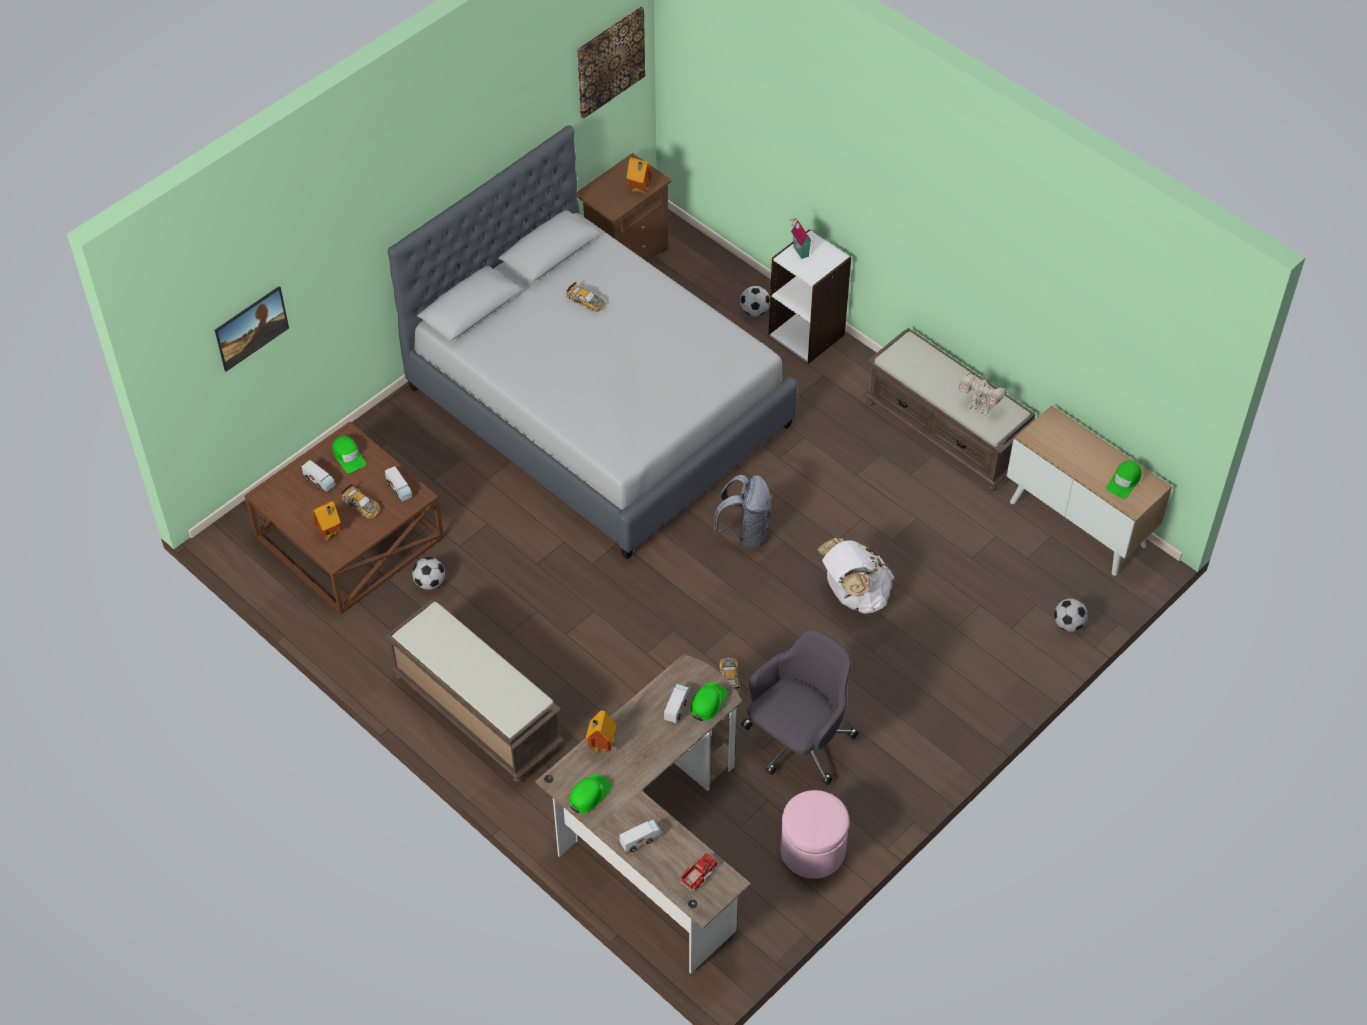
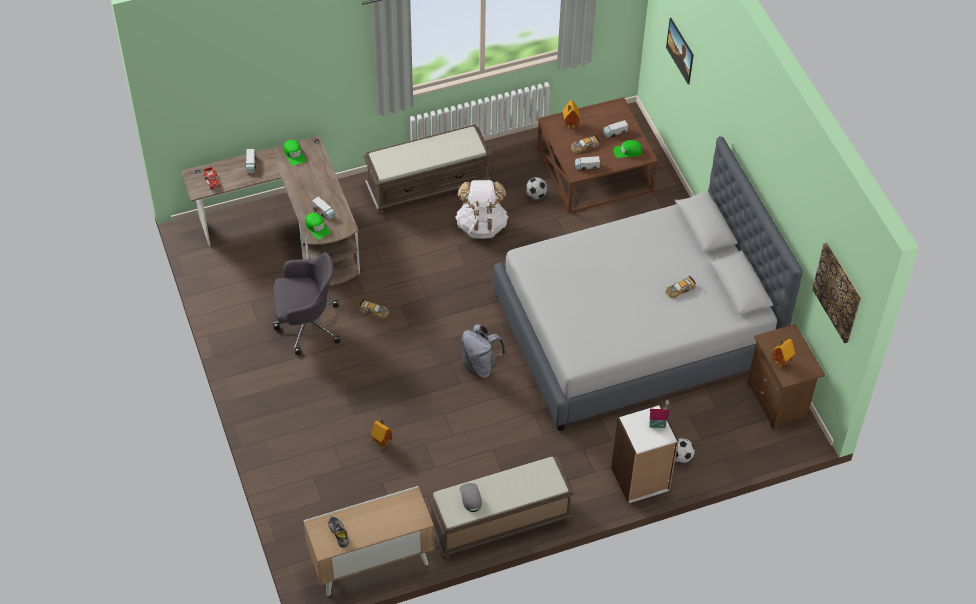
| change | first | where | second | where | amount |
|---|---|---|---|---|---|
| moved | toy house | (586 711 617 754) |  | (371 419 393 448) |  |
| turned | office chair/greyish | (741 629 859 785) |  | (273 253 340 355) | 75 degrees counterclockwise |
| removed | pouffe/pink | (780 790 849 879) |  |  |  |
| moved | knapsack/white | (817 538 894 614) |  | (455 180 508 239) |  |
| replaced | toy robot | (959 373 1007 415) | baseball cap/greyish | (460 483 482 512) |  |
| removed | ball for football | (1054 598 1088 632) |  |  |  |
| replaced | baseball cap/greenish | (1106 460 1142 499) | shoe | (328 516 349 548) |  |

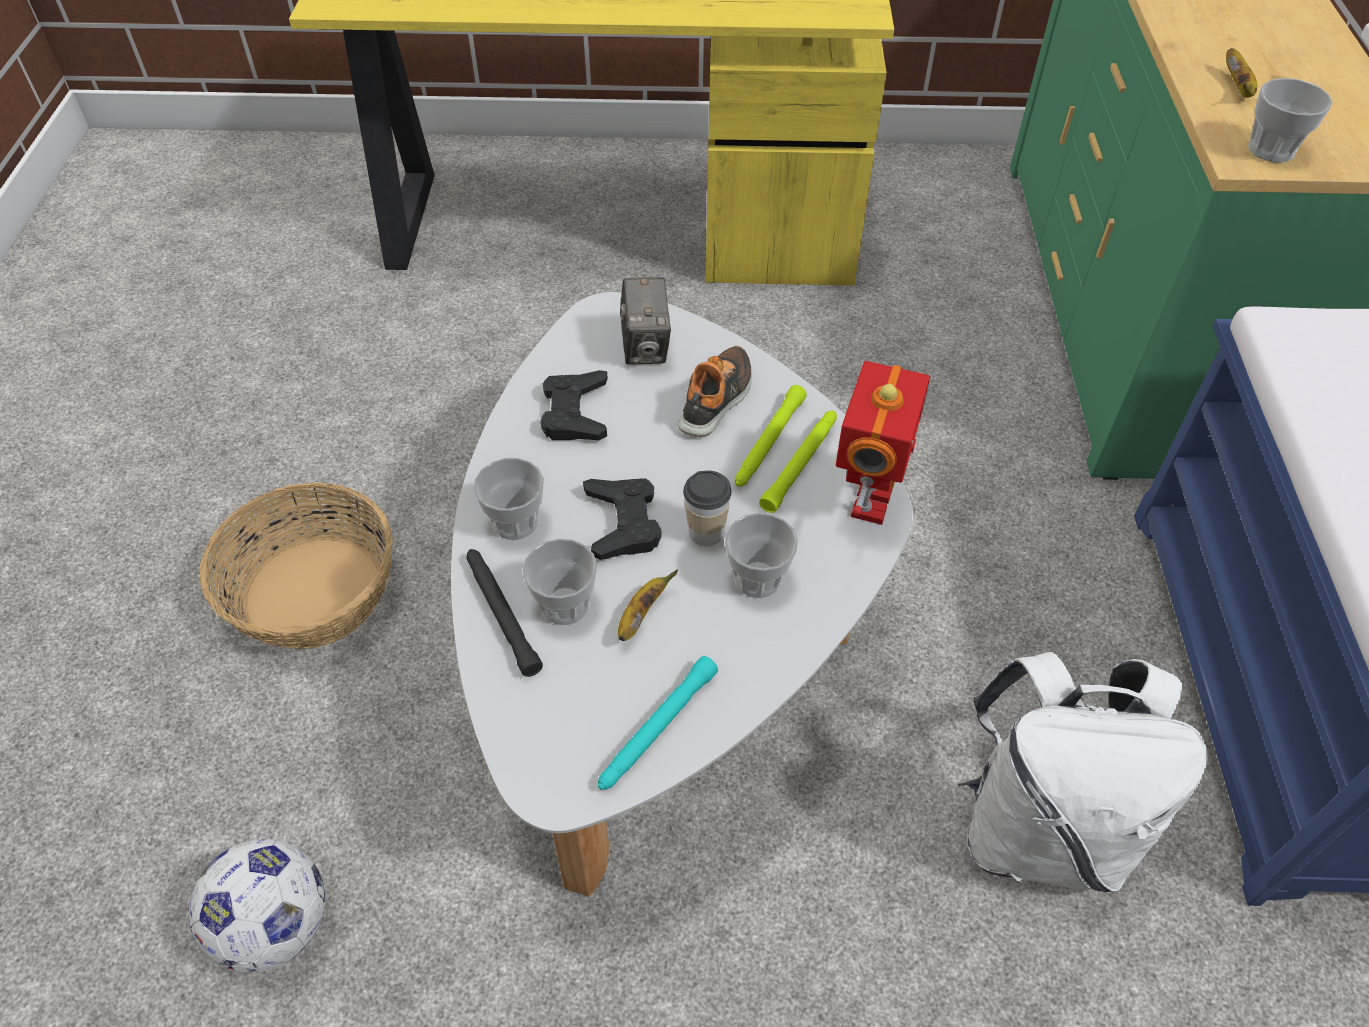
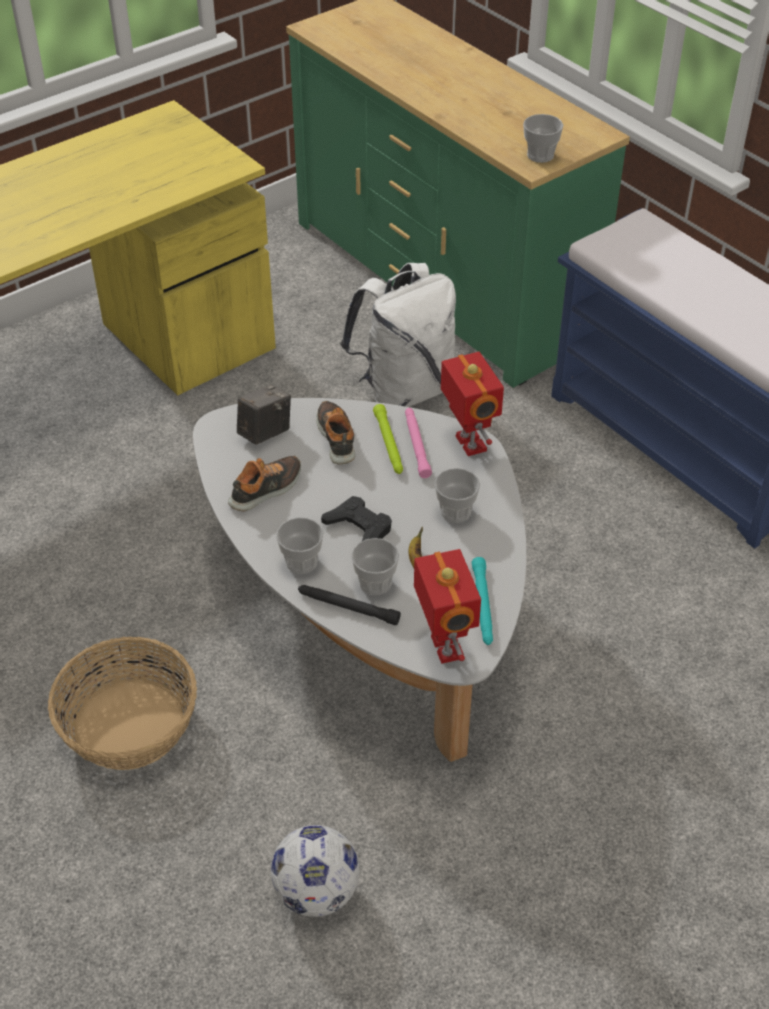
| change | first | where | second | where | amount |
|---|---|---|---|---|---|
| replaced | game controller/blackish | (540 370 608 440) | shoe | (228 456 301 511) |  |
| turned | photo camera | (620 277 671 365) |  | (237 384 291 445) | 90 degrees counterclockwise |
| removed | drinking cup | (683 471 732 546) |  |  |  |
| recoloured | hand torch/greenish | (759 411 837 513) | hand torch/pink | (405 408 432 478) |  |
| moved | knapsack/white | (958 652 1208 892) |  | (340 263 456 407) |  |
| removed | banana | (1226 48 1257 98) |  |  |  |
| added |  |  | toy robot | (414 549 481 664) |  |

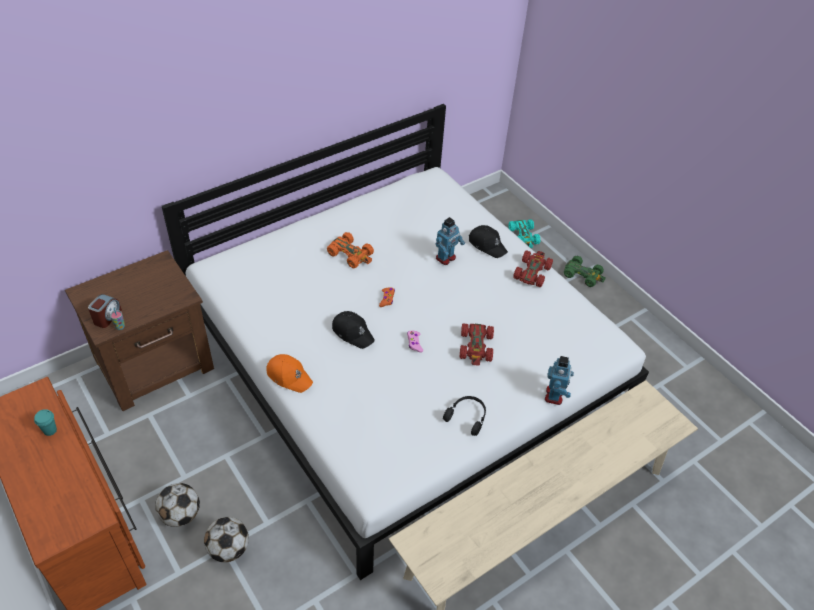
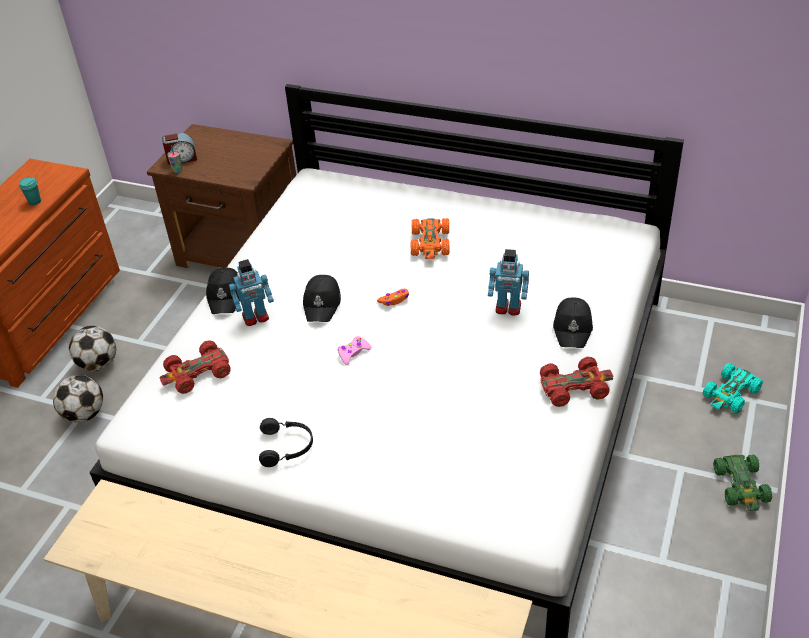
| change | first | where | second | where | amount |
|---|---|---|---|---|---|
| recoloured | baseball cap/orangey | (266 354 313 393) | baseball cap/blackish | (206 268 240 314) |  |
| moved | miniature car/red | (460 323 494 366) |  | (159 340 231 394) |  |
| moved | toy robot | (545 356 574 405) |  | (229 259 274 326) |  |

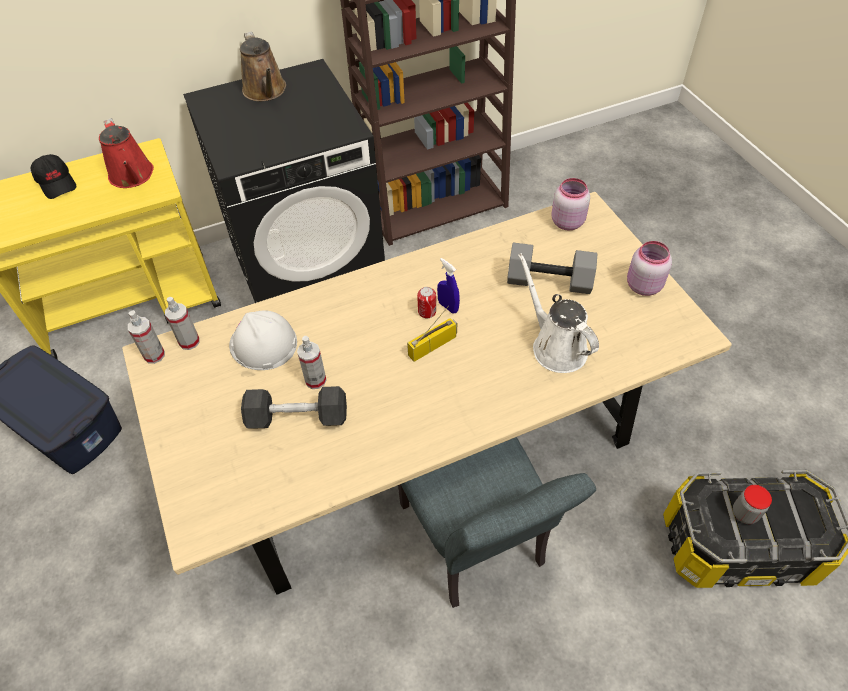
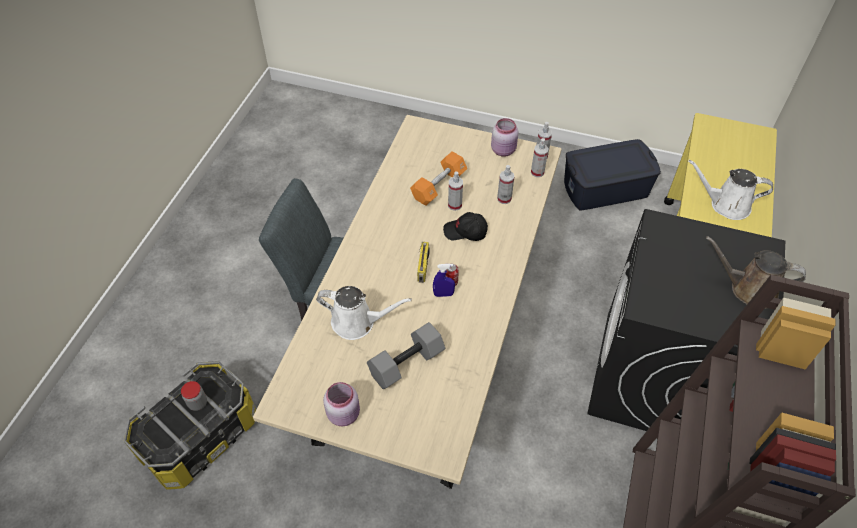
| change | first | where | second | where | amount |
|---|---|---|---|---|---|
| moved | baseball cap/blackish | (31 154 76 199) |  | (443 212 488 241) |  |
| recoloured | sprinkling can/red | (99 118 154 188) | sprinkling can/white | (688 159 773 220) |  |
| replaced | safety helmet/white | (229 310 297 370) | hand sprayer | (497 165 515 204) |  |
| recoloured | dumbbell/blackish | (241 386 347 429) | dumbbell/orangey | (410 151 467 206) |  |
| moved | preserve jar/pink | (551 178 590 230) |  | (491 118 519 157) |  |

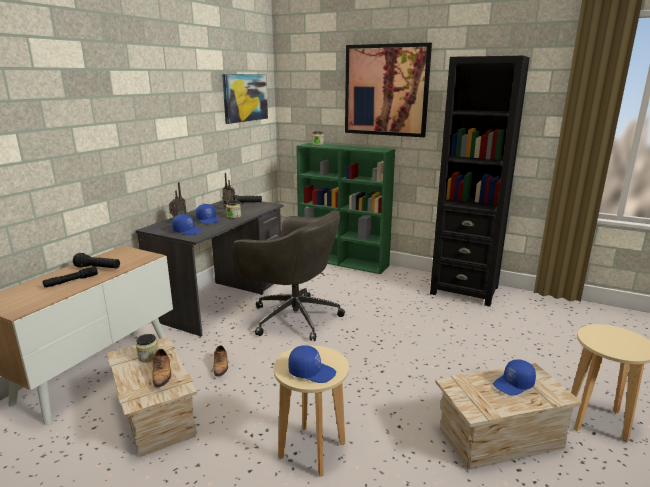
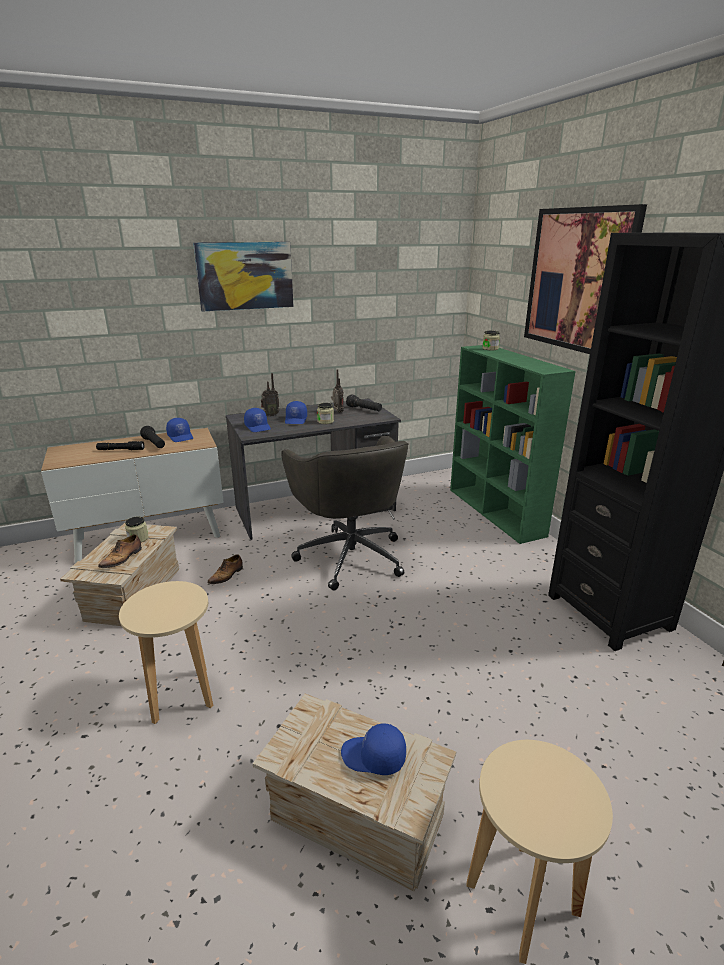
| change | first | where | second | where | amount |
|---|---|---|---|---|---|
| moved | wall picture | (222 74 268 124) |  | (193 242 294 312) |  |
| moved | baseball cap/blue | (288 345 336 383) |  | (166 418 193 442) |  |

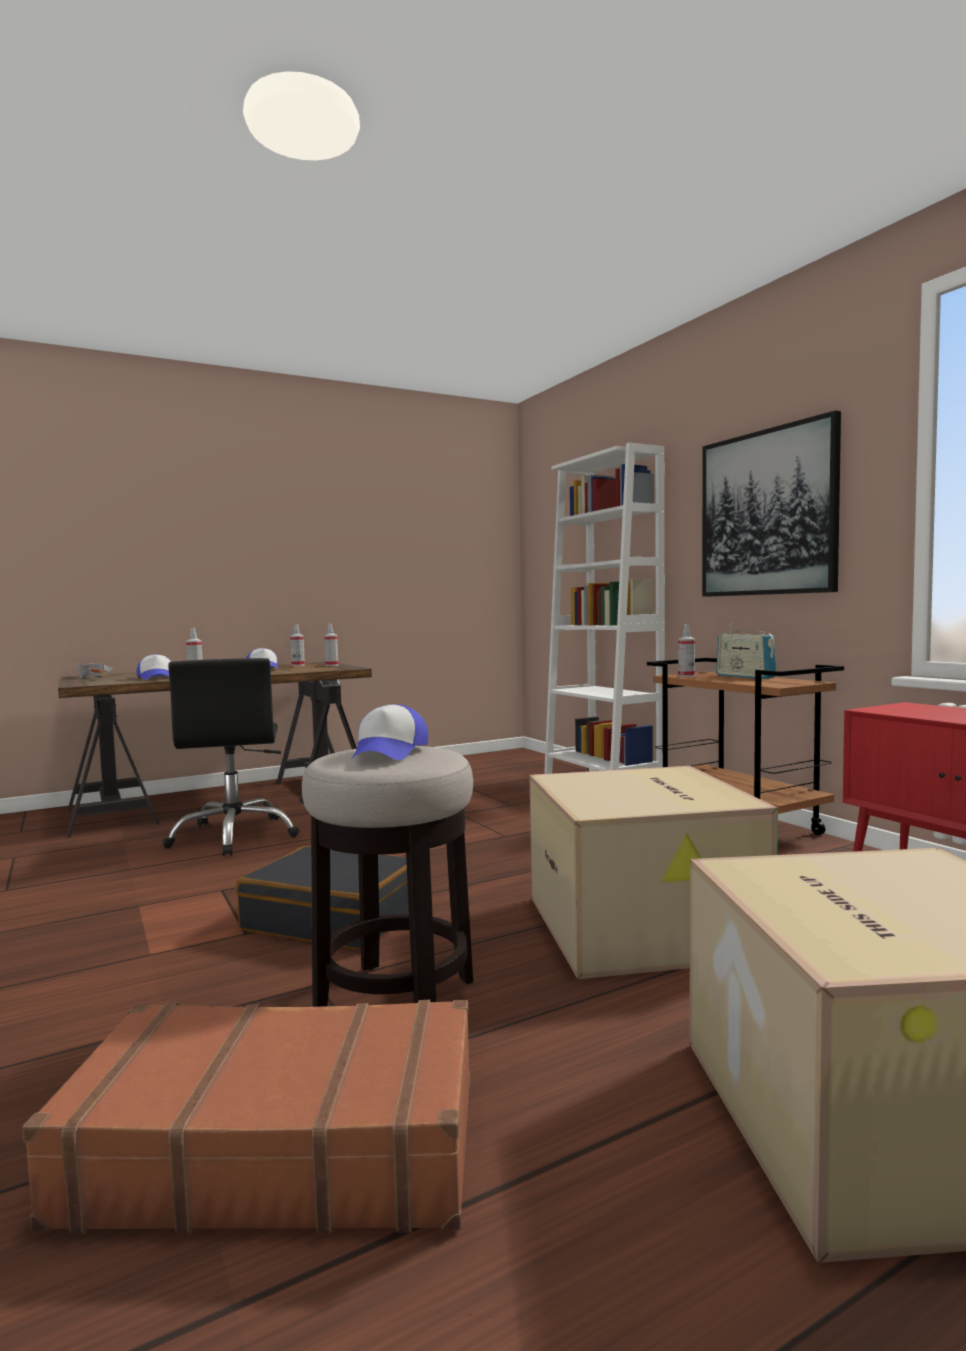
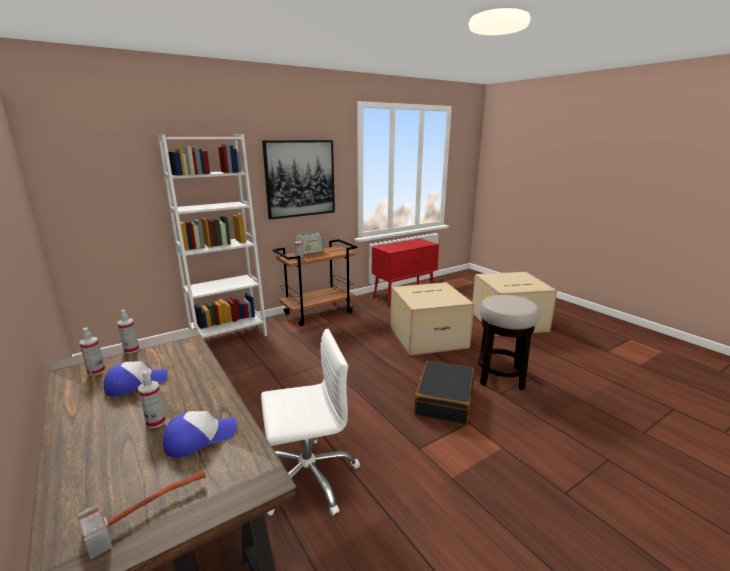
| change | first | where | second | where | amount |
|---|---|---|---|---|---|
| removed | suitcase/brown-coloured | (22 1000 470 1234) |  |  |  |
| recoloured | office chair/blackish | (162 658 300 856) | office chair/white | (261 329 360 516) |  |
| removed | baseball cap | (351 704 428 760) |  |  |  |

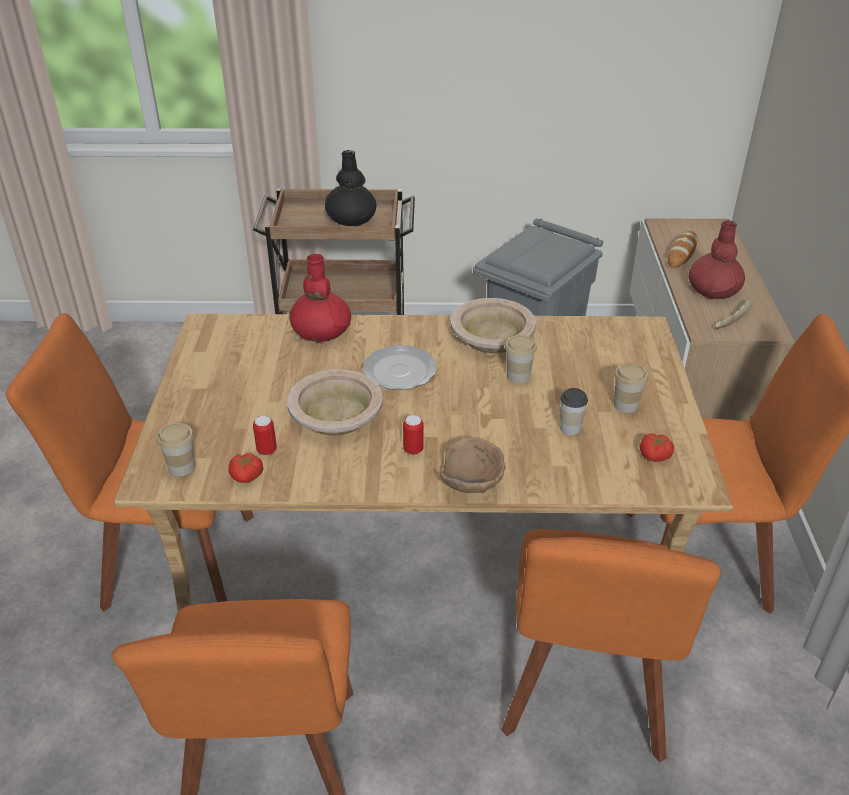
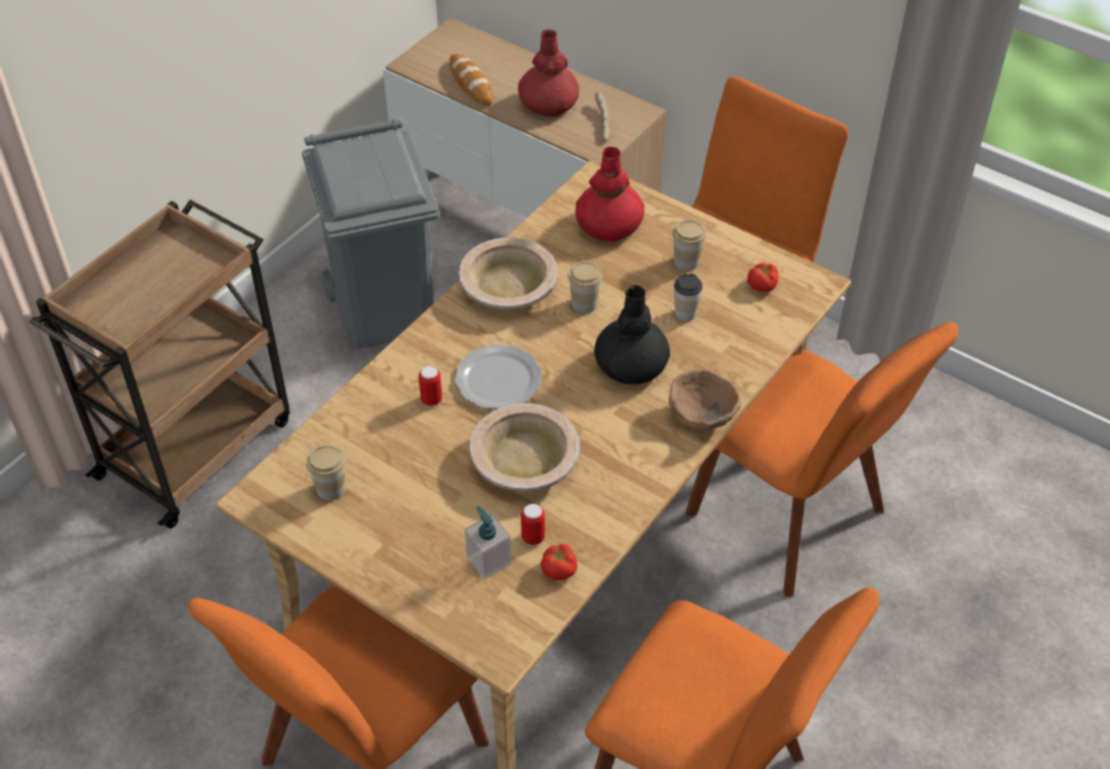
| change | first | where | second | where | amount |
|---|---|---|---|---|---|
| moved | drinking cup | (157 423 195 476) |  | (306 445 346 501) |  |
| moved | vase/red | (290 254 351 342) |  | (575 147 645 243) |  |
| moved | vase/blackish | (325 150 377 226) |  | (594 285 670 384) |  |
| moved | sealed can | (403 415 424 455) |  | (419 366 442 406) |  |
| added |  |  | soap bottle | (465 506 512 580) |  |

